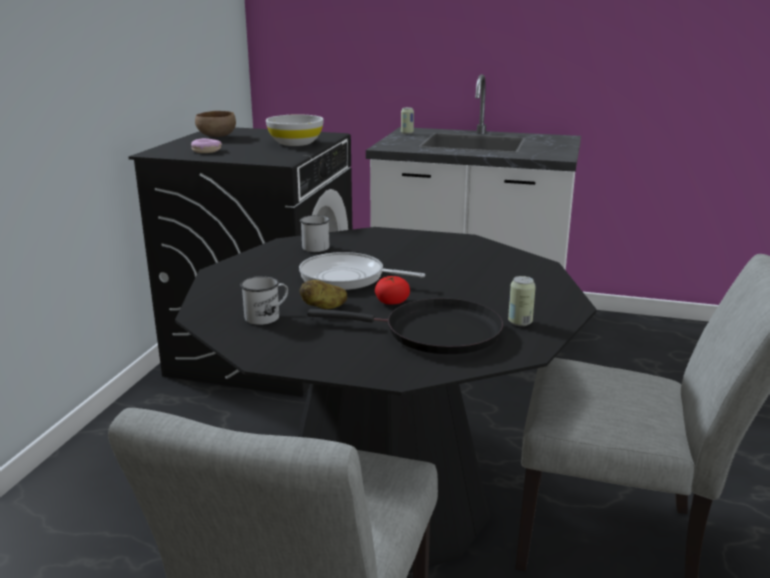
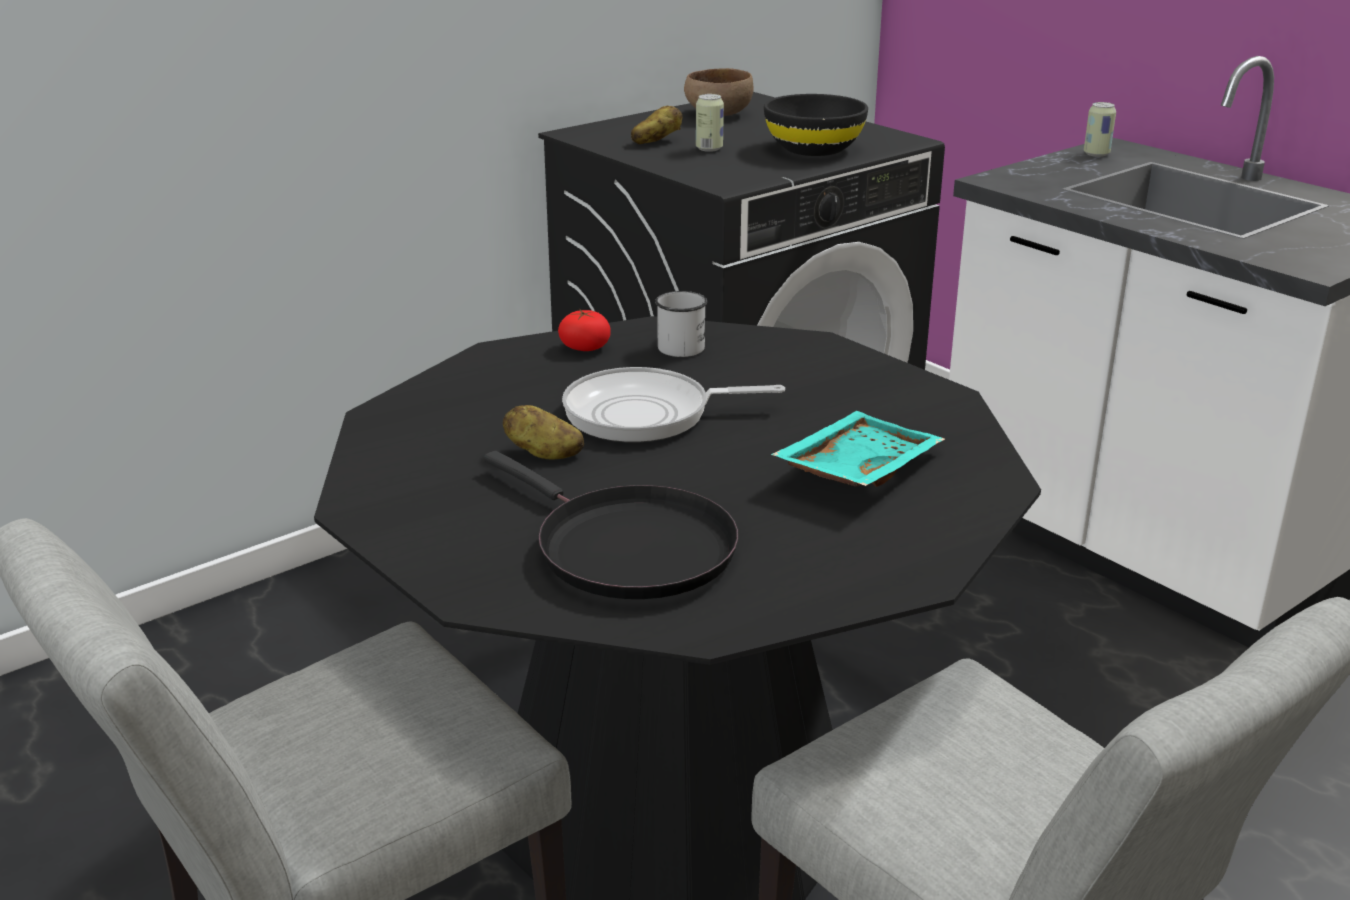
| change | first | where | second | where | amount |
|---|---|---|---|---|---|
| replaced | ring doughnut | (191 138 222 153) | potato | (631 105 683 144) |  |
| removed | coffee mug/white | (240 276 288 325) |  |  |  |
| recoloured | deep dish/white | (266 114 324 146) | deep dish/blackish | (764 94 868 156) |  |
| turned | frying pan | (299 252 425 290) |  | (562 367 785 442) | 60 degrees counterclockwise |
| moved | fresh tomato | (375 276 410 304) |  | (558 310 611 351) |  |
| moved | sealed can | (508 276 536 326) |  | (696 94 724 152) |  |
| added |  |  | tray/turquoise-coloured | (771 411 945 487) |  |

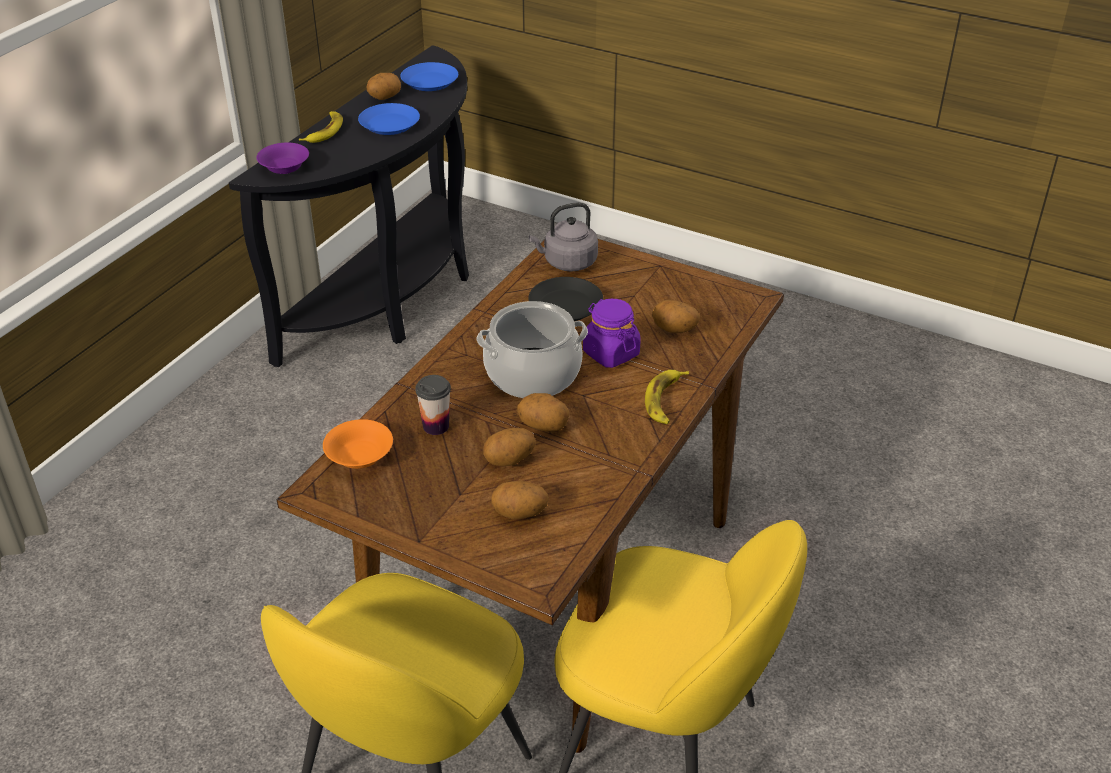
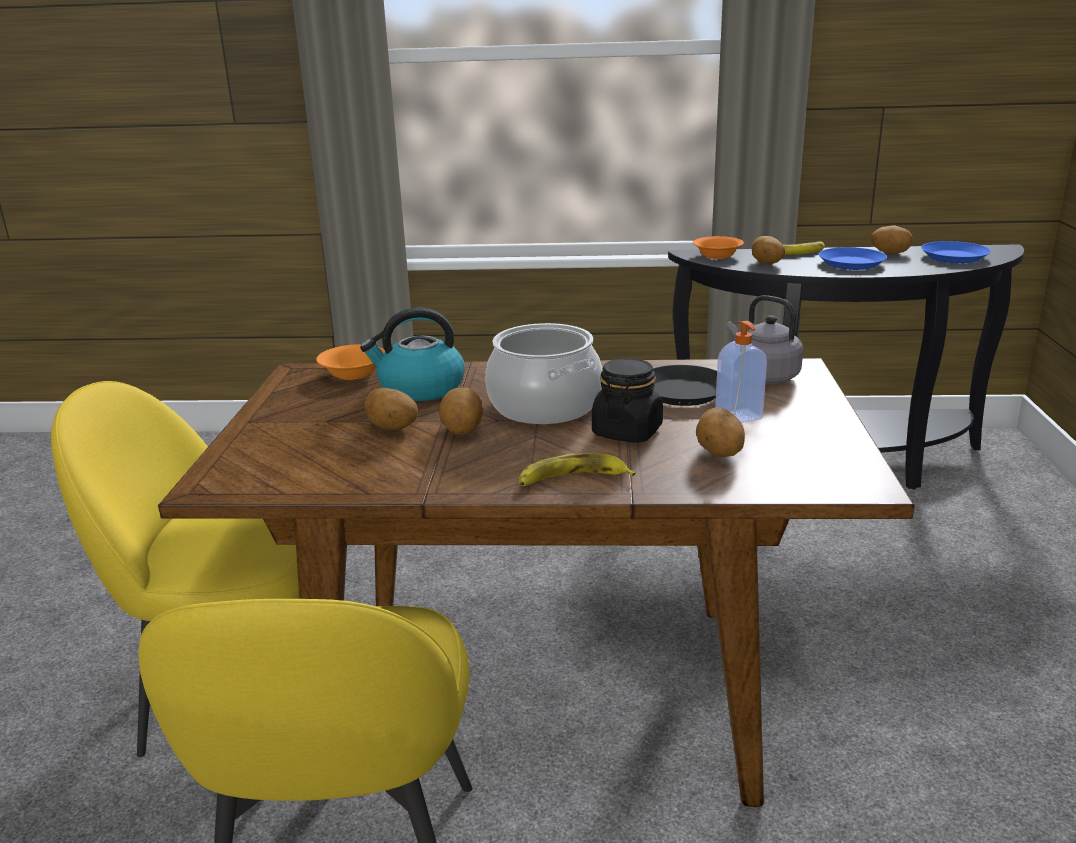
| change | first | where | second | where | amount |
|---|---|---|---|---|---|
| recoloured | deep dish/purplish | (256 142 309 174) | deep dish/orangey | (693 236 744 259) |  |
| replaced | drinking cup | (415 375 451 435) | tea kettle | (360 308 465 401) |  |
| moved | potato | (491 481 549 519) |  | (752 236 785 265) |  |
| recoloured | preserve jar/purplish | (583 299 641 368) | preserve jar/blackish | (592 358 663 443) |  |
| added |  |  | soap bottle | (715 321 767 423) |  |

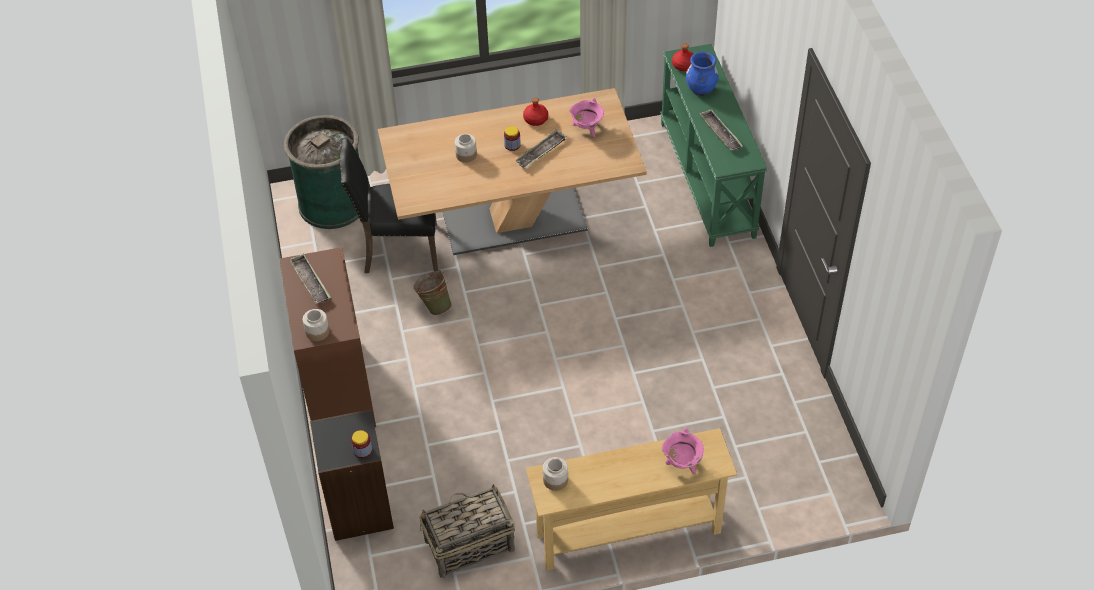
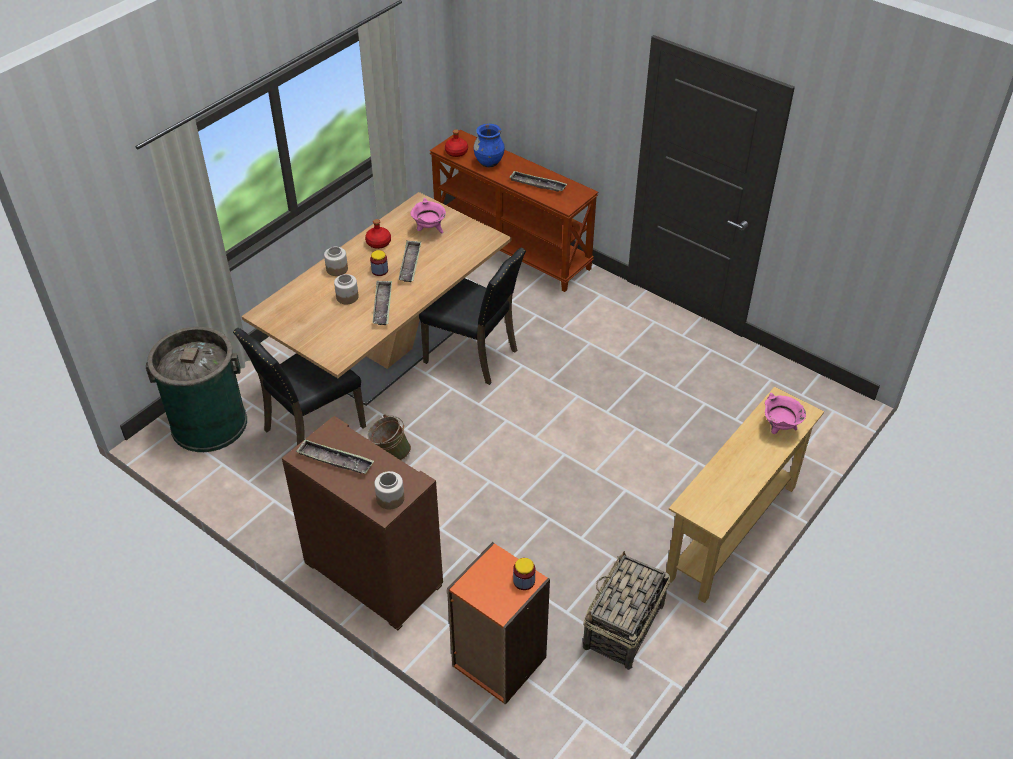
| change | first | where | second | where | amount |
|---|---|---|---|---|---|
| recoloured | bookshelf/blackish | (310 409 394 541) | bookshelf/orangey | (447 542 550 705) |  |
| moved | preserve jar | (543 457 568 491) |  | (324 247 348 276) |  |
| recoloured | hall table/greenish | (660 44 767 247) | hall table/brown-coloured | (430 130 598 292) |  |
| added |  |  | tray | (372 281 392 325) |  |
| added |  |  | upright chair/blackish | (419 248 526 385) |  |

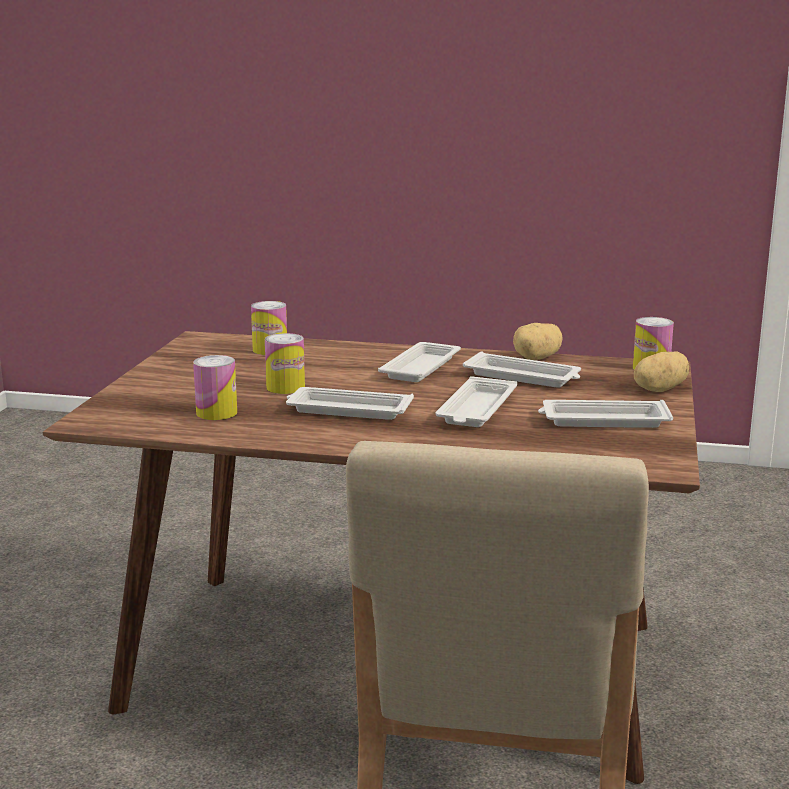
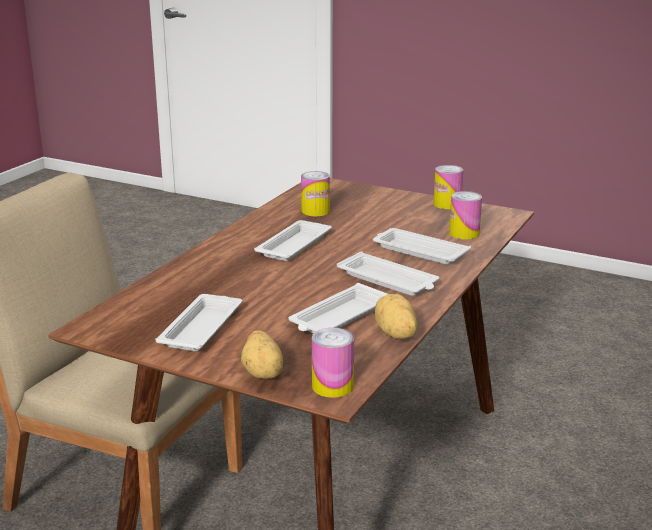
| change | first | where | second | where | amount |
|---|---|---|---|---|---|
| moved | sealed can | (265 333 305 394) |  | (433 165 463 209) |  |
| moved | tray/white | (435 376 517 427) |  | (373 228 471 264) |  |

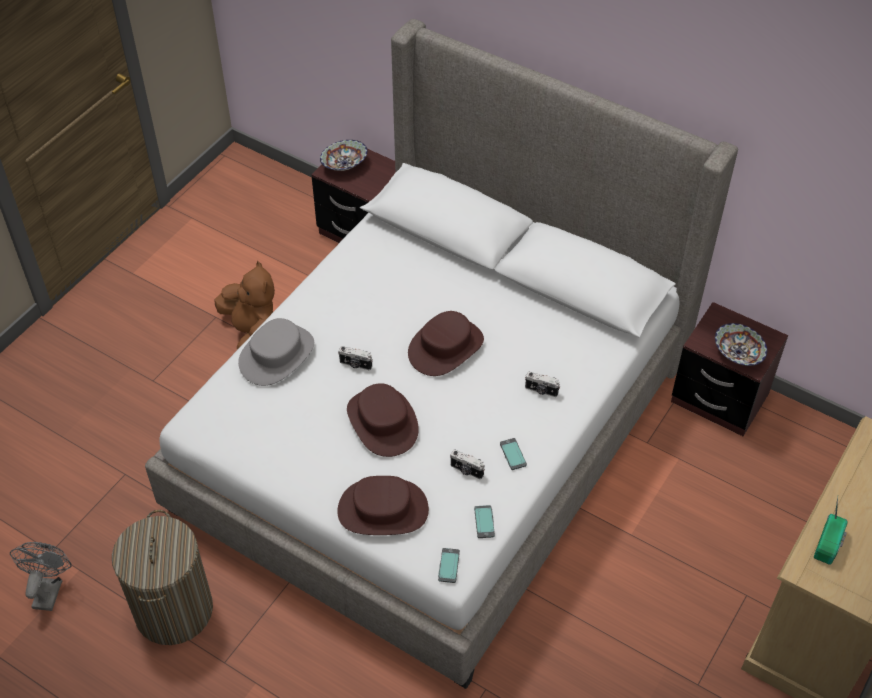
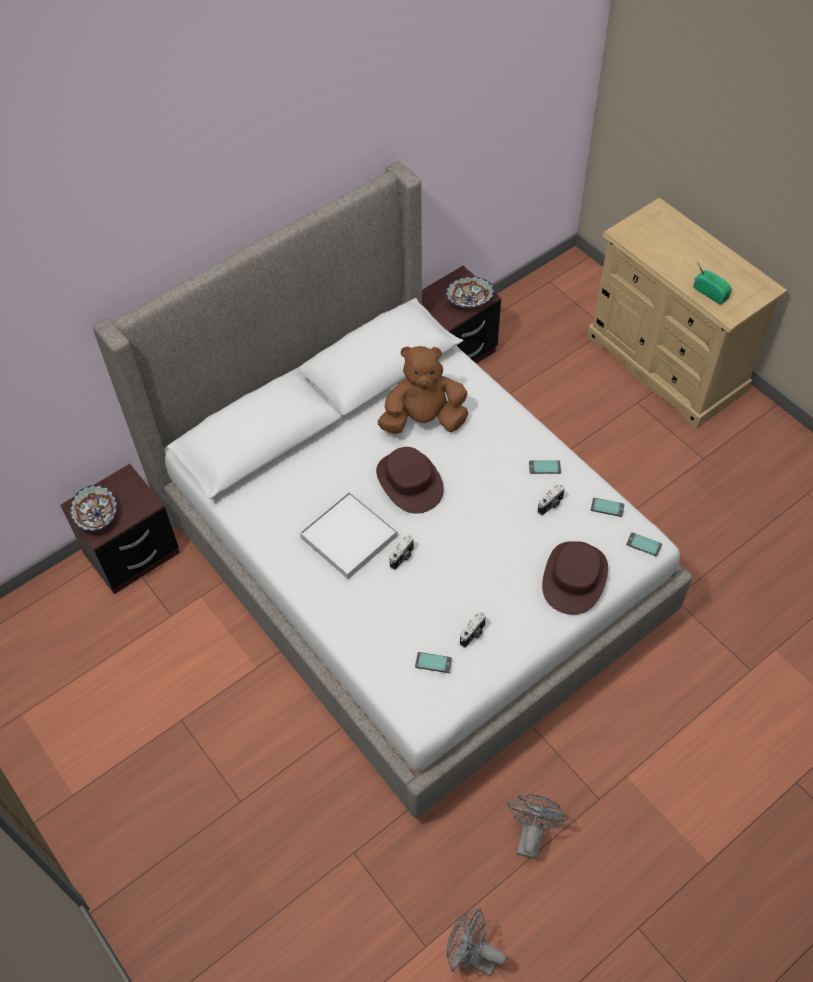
| change | first | where | second | where | amount |
|---|---|---|---|---|---|
| replaced | hamper | (112 510 213 645) | electric fan/greyish | (507 794 568 859) |  |
| moved | plush toy/brown-coloured | (214 261 275 350) |  | (378 346 468 434) |  |
| removed | hat/greyish | (238 318 314 386) |  |  |  |
| removed | hat/brown-coloured | (347 383 419 457) |  |  |  |
| moved | photo camera | (525 372 560 397) |  | (460 612 486 648) |  |
| added |  |  | tray/white | (300 491 397 579) |  |
| added |  |  | telephone | (415 652 452 673) |  |

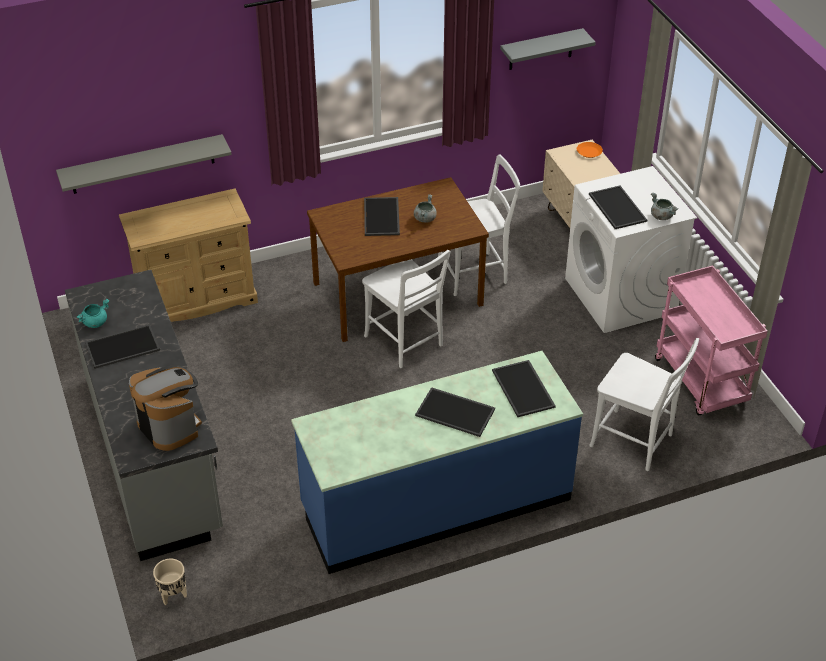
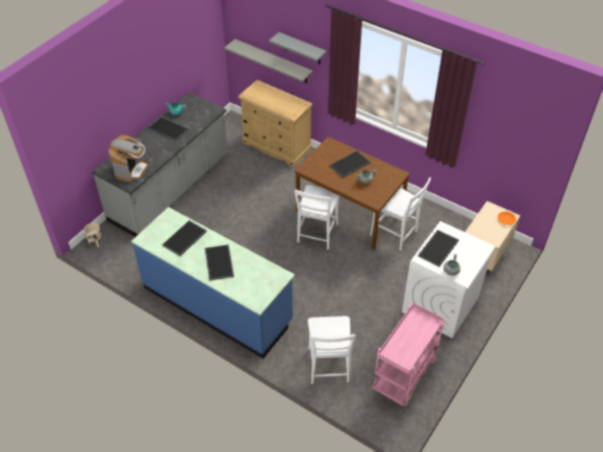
| change | first | where | second | where | amount |
|---|---|---|---|---|---|
| moved | tray | (492 360 556 417) |  | (162 220 207 256) |  |
| moved | shelf/greyish | (500 28 596 70) |  | (269 32 327 64) |  |

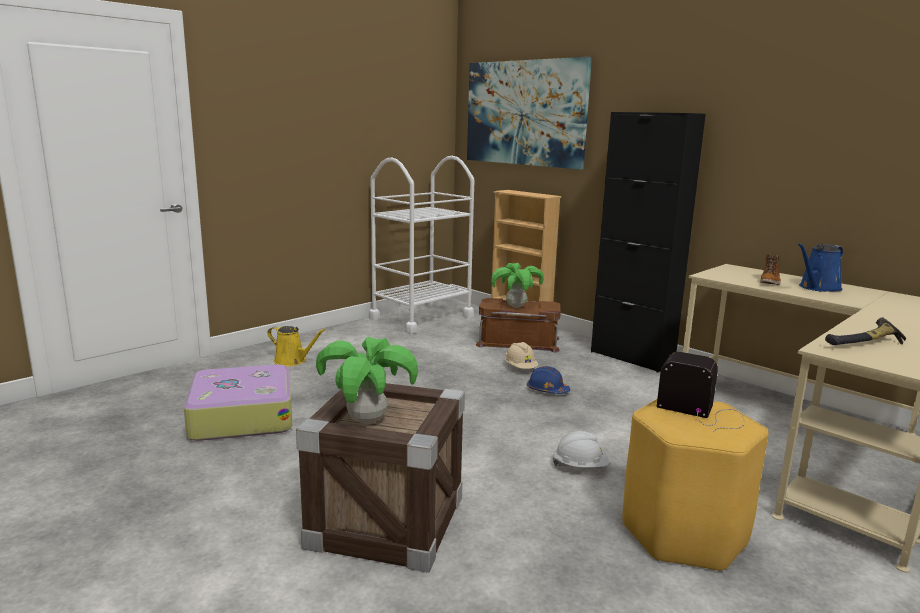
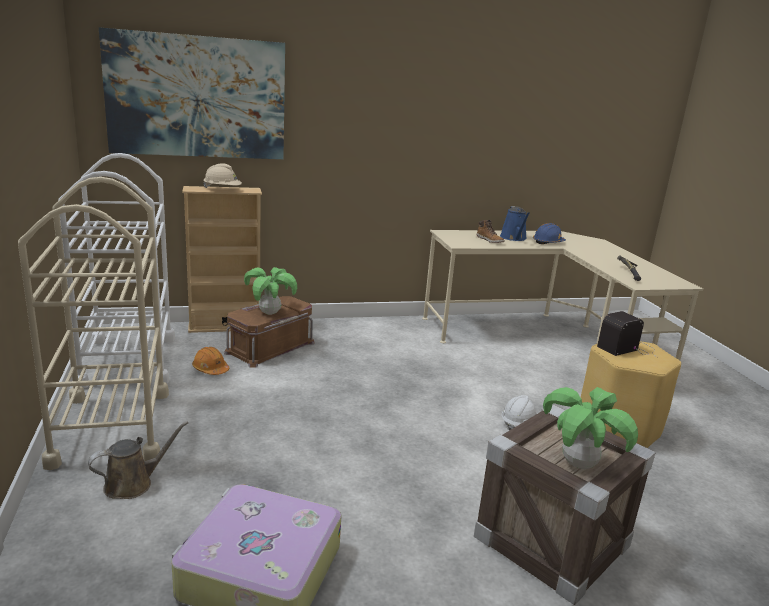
| change | first | where | second | where | amount |
|---|---|---|---|---|---|
| recoloured | sprinkling can/yellowish | (267 326 326 366) | sprinkling can/brown-coloured | (88 421 188 499) |  |
| moved | safety helmet/sand-coloured | (505 342 538 369) |  | (203 163 242 188) |  |
| moved | safety helmet/blue | (527 366 570 394) |  | (533 223 566 244) |  |
| removed | cabinet/blackish | (591 112 706 373) |  |  |  |
| added |  |  | trolley/sand-coloured | (18 177 169 470) |  |
| added |  |  | safety helmet/orangey | (192 347 229 375) |  |

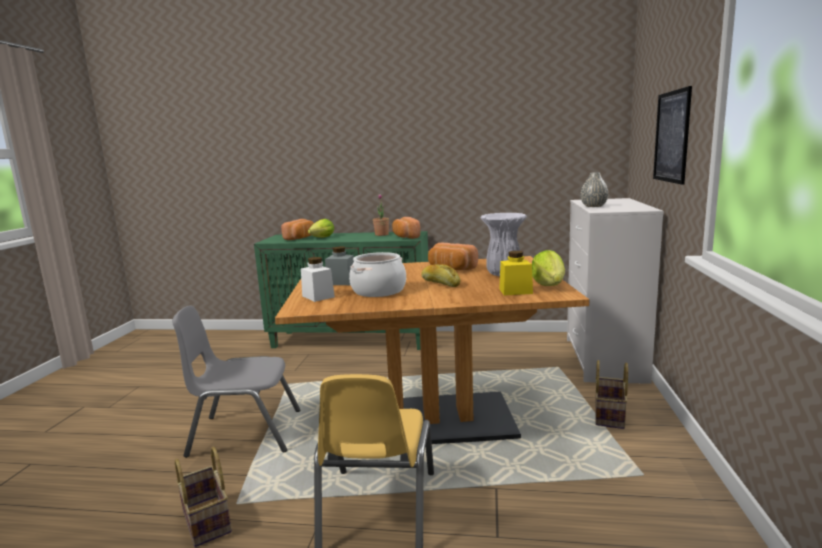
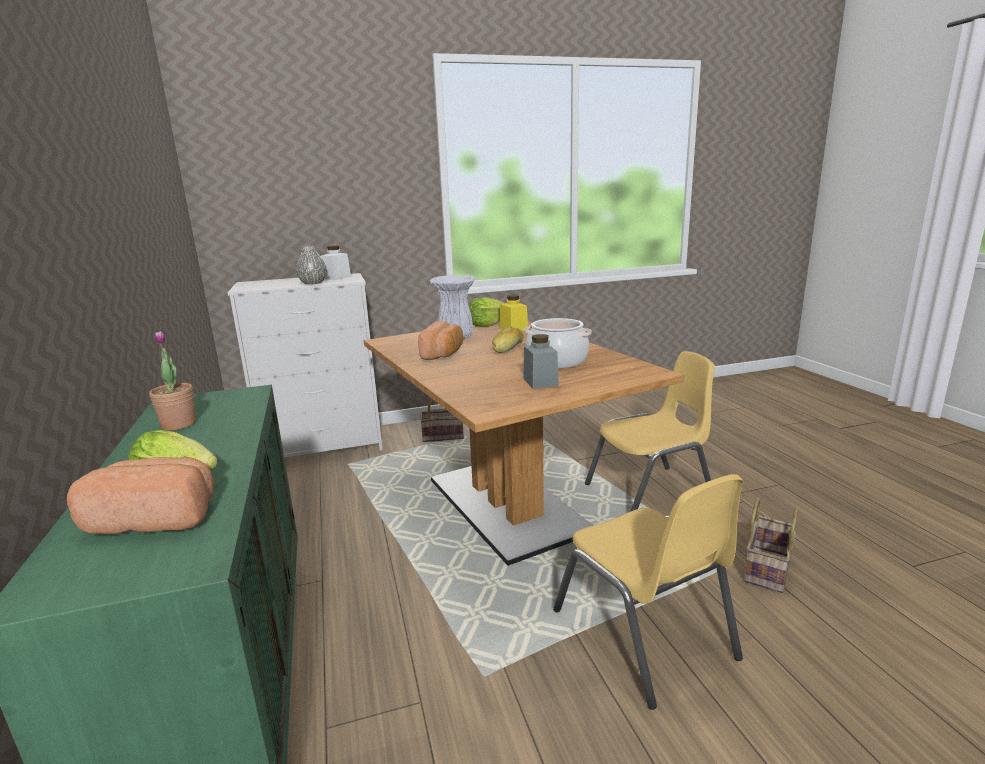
| change | first | where | second | where | amount |
|---|---|---|---|---|---|
| recoloured | upright chair/greyish | (172 305 301 458) | upright chair/yellowish | (553 474 744 710) |  |
| moved | preserve jar/white | (301 257 335 302) |  | (321 246 351 280) |  |
| removed | baked bread | (392 217 420 239) |  |  |  |
| removed | wall picture | (653 86 692 185) |  |  |  |

